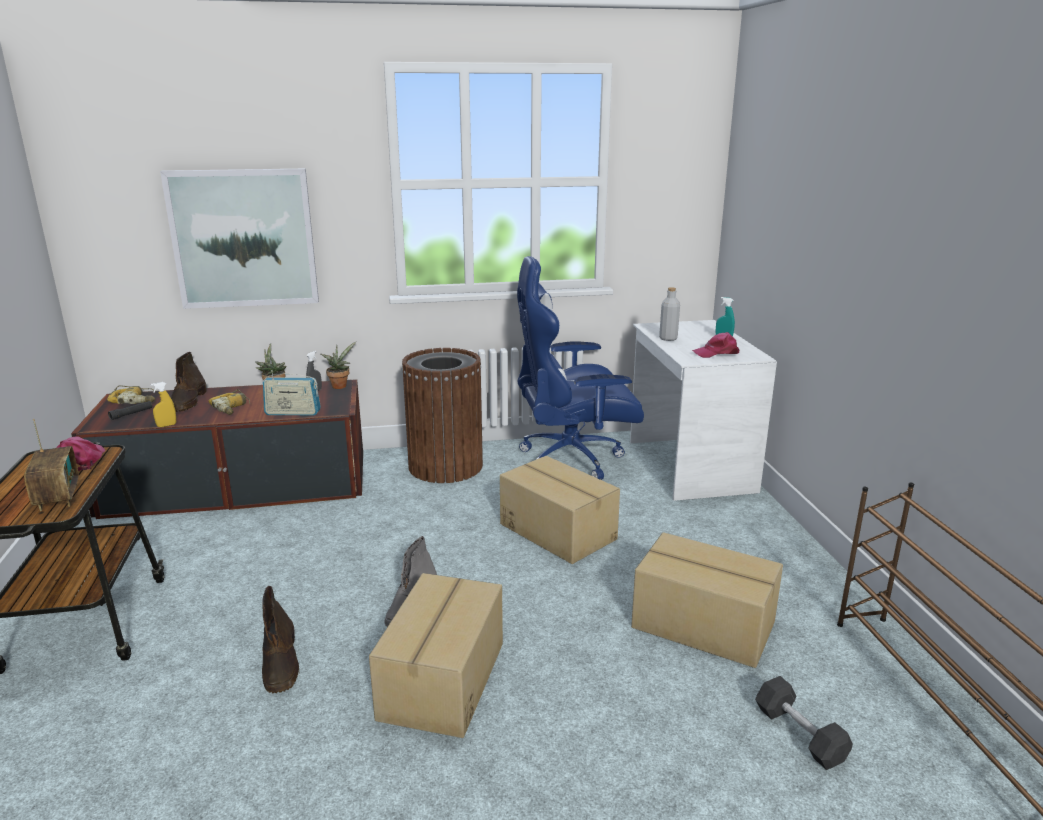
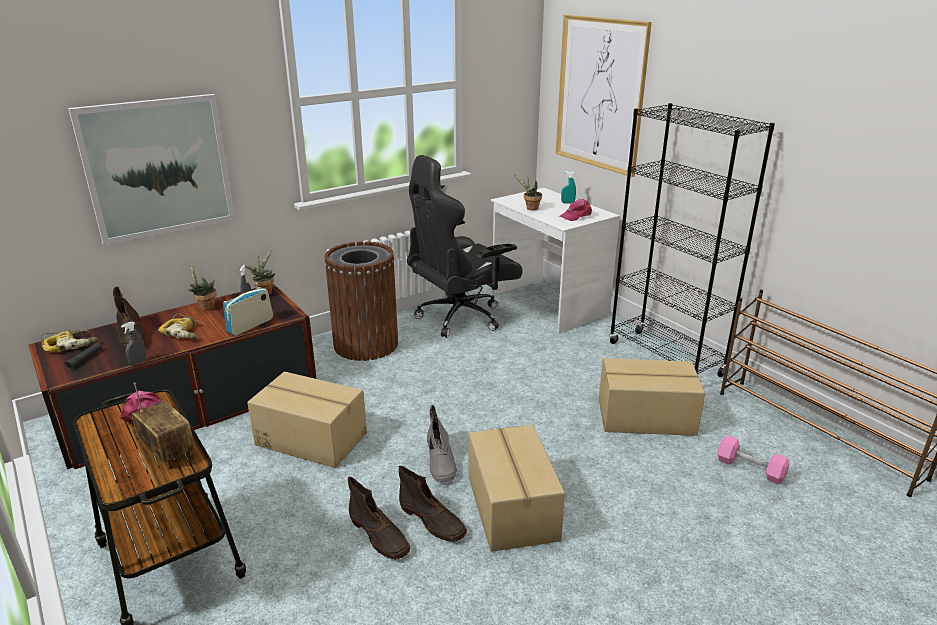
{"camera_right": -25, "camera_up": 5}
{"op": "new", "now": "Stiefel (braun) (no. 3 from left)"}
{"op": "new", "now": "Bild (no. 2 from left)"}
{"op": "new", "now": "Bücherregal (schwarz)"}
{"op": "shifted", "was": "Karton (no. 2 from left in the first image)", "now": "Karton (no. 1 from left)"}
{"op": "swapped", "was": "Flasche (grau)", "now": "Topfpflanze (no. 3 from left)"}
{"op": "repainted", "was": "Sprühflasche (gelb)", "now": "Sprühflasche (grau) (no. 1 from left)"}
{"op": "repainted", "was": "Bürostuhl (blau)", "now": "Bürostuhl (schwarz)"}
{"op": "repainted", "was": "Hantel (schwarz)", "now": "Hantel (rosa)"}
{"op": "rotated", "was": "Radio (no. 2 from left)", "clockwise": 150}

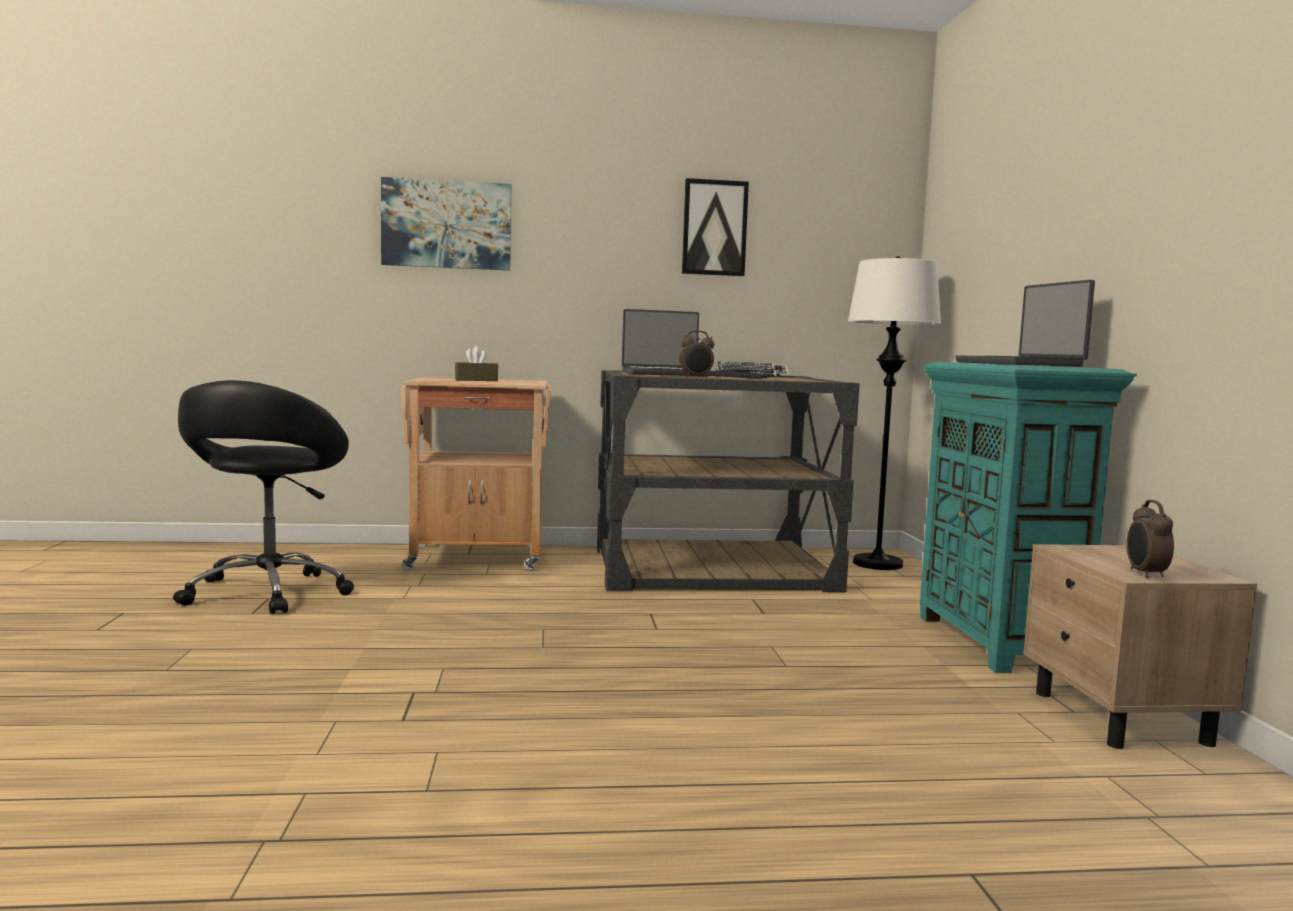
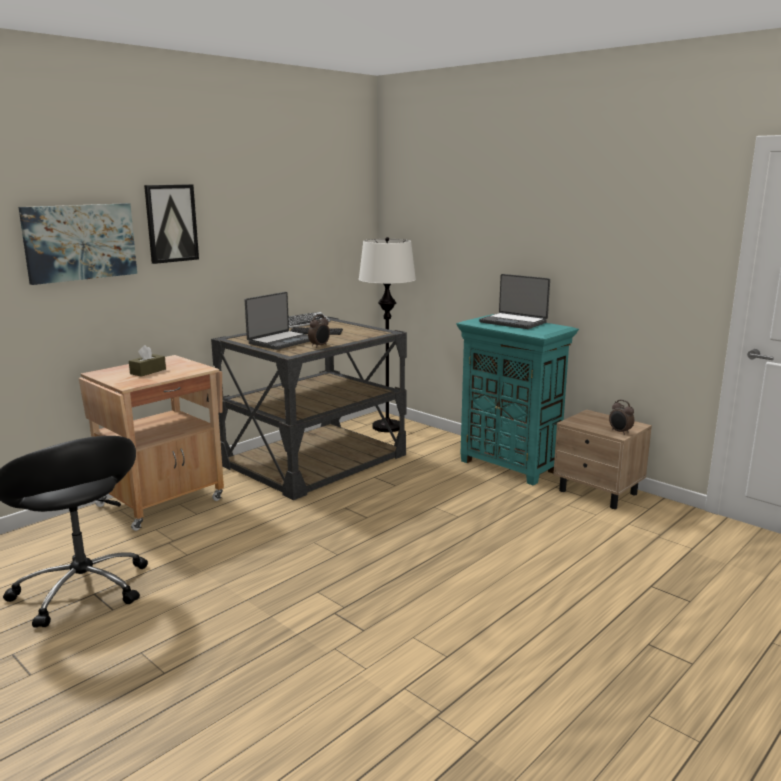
{"camera_right": -40, "camera_up": 10}
{"op": "shifted", "was": "Bild (no. 2 from left)"}

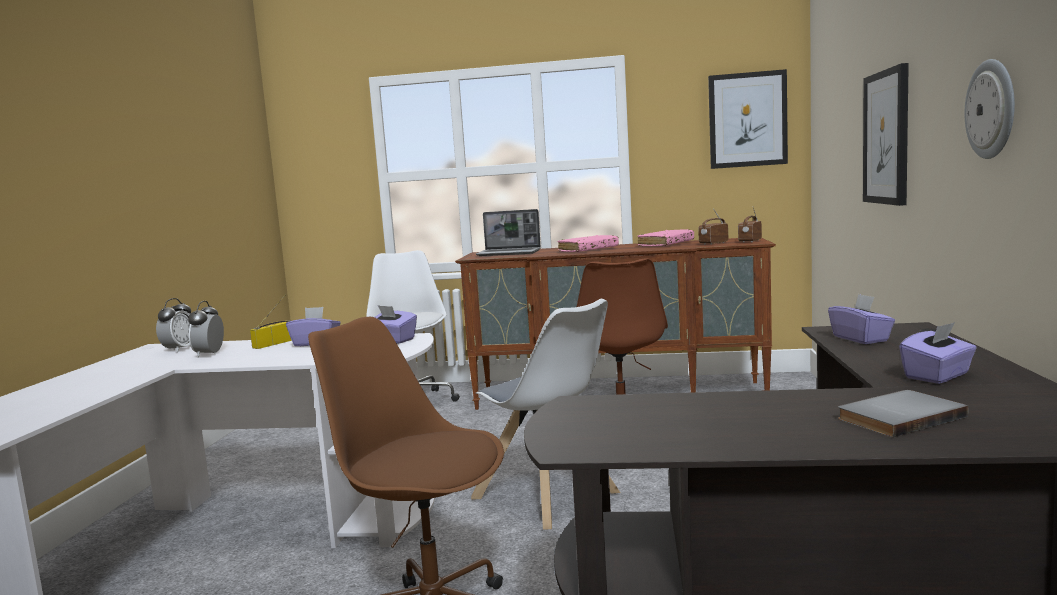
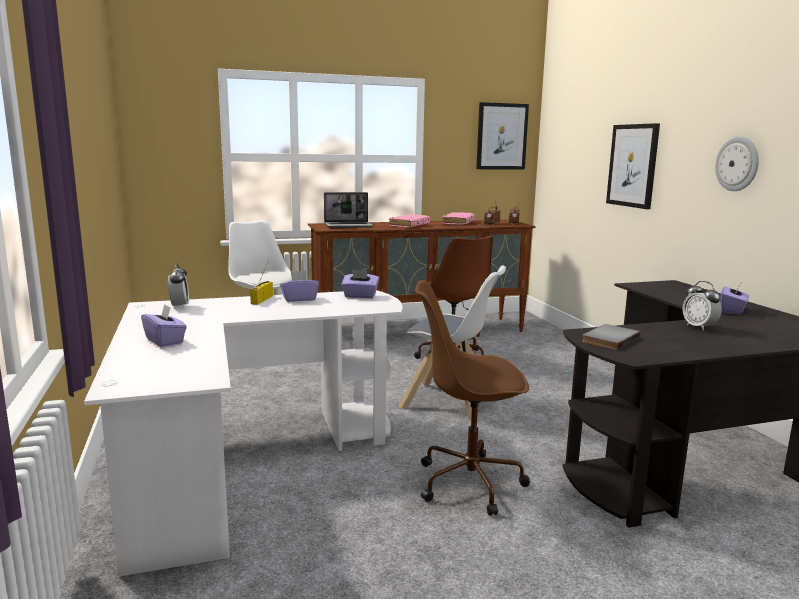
{"camera_right": -25, "camera_up": 5}
{"op": "shifted", "was": "Wecker (no. 2 from left)"}
{"op": "shifted", "was": "Taschentuchbox (lila) (no. 3 from left in the first image)", "now": "Taschentuchbox (lila) (no. 1 from left)"}
{"op": "shifted", "was": "Buch (grau)"}

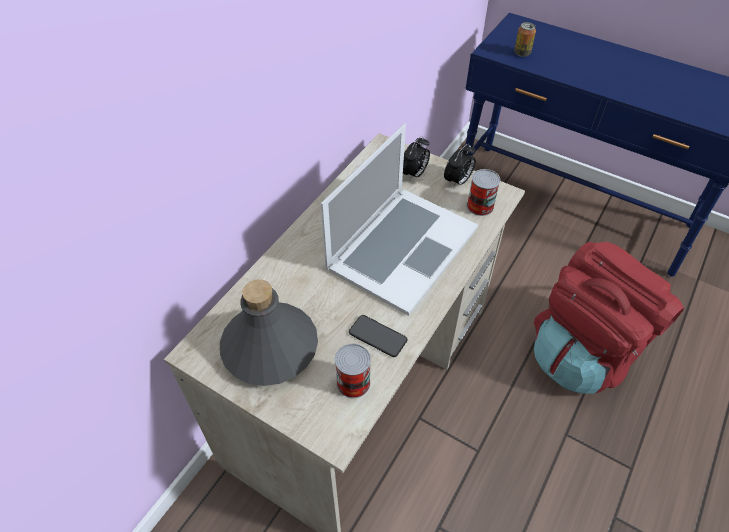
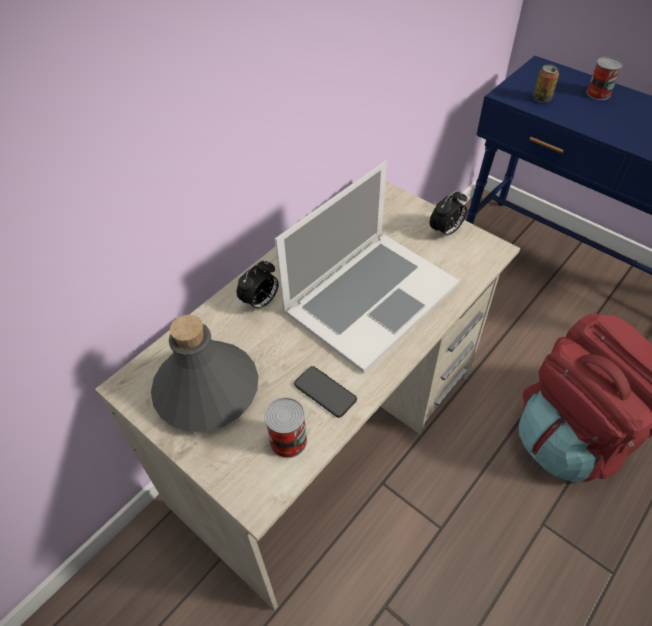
{"camera_right": 10, "camera_up": 0}
{"op": "shifted", "was": "Wecker (no. 1 from left)"}
{"op": "shifted", "was": "Dose (no. 2 from left in the first image)", "now": "Dose (no. 3 from left)"}

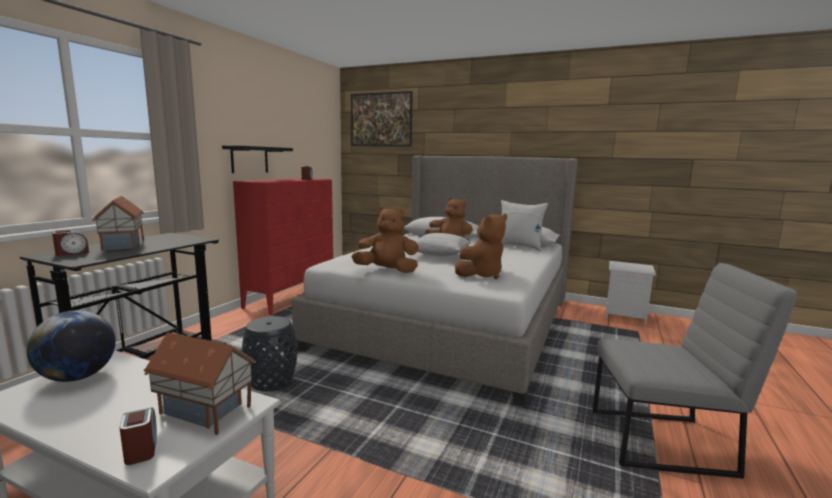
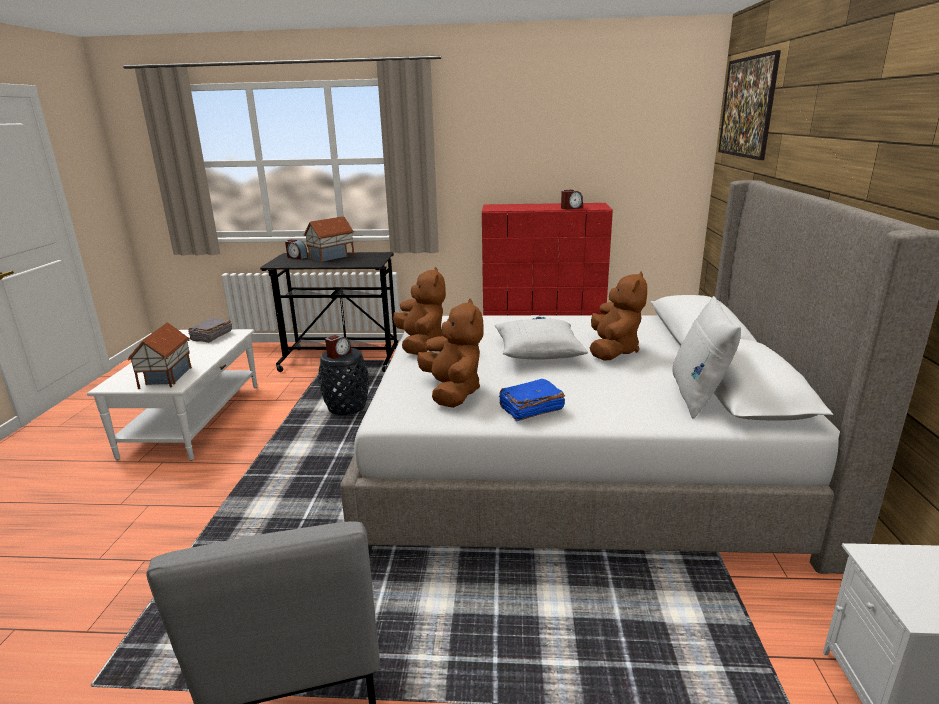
{"camera_right": 70, "camera_up": 10}
{"op": "gone", "was": "Wandregal (schwarz)"}
{"op": "new", "now": "Buch (blau)"}
{"op": "shifted", "was": "Wecker (no. 2 from left)"}
{"op": "swapped", "was": "Globus", "now": "Buch (grau)"}
{"op": "rotated", "was": "Plüschtier (braun) (no. 3 from left in the first image)", "clockwise": -135}

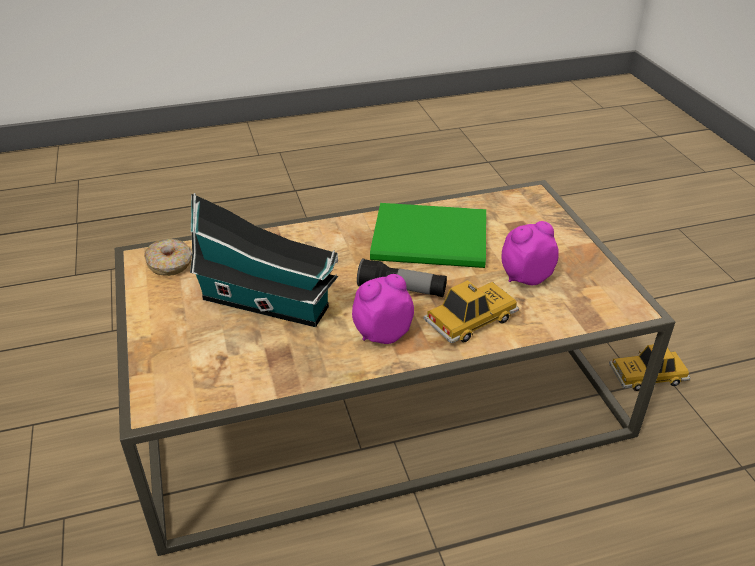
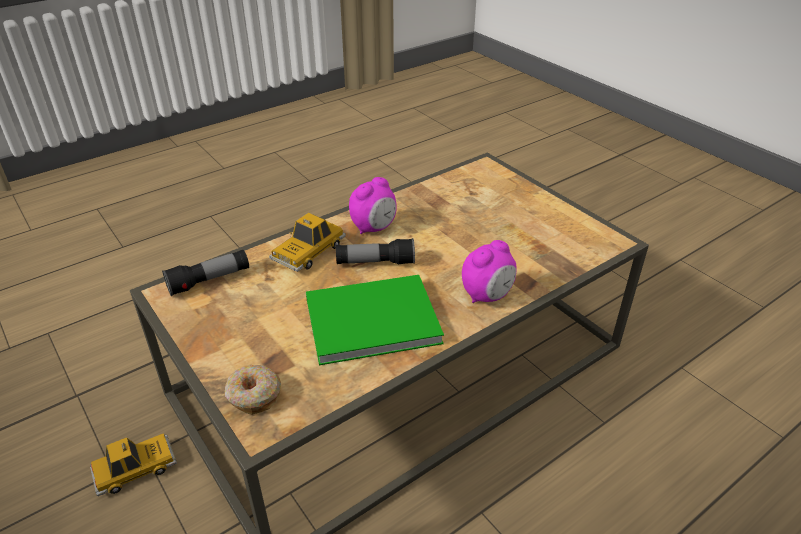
{"camera_right": 160, "camera_up": 0}
{"op": "gone", "was": "Spielzeughaus"}
{"op": "new", "now": "Taschenlampe (no. 1 from left)"}
{"op": "shifted", "was": "Donut"}
{"op": "shifted", "was": "Wecker (no. 2 from left)"}

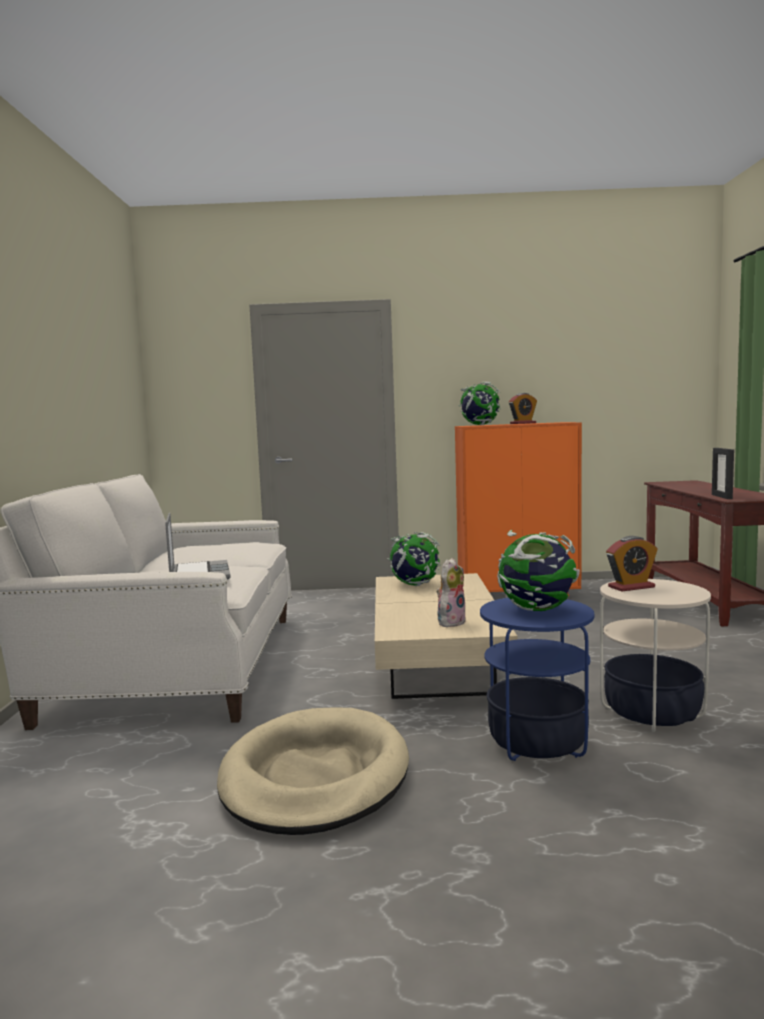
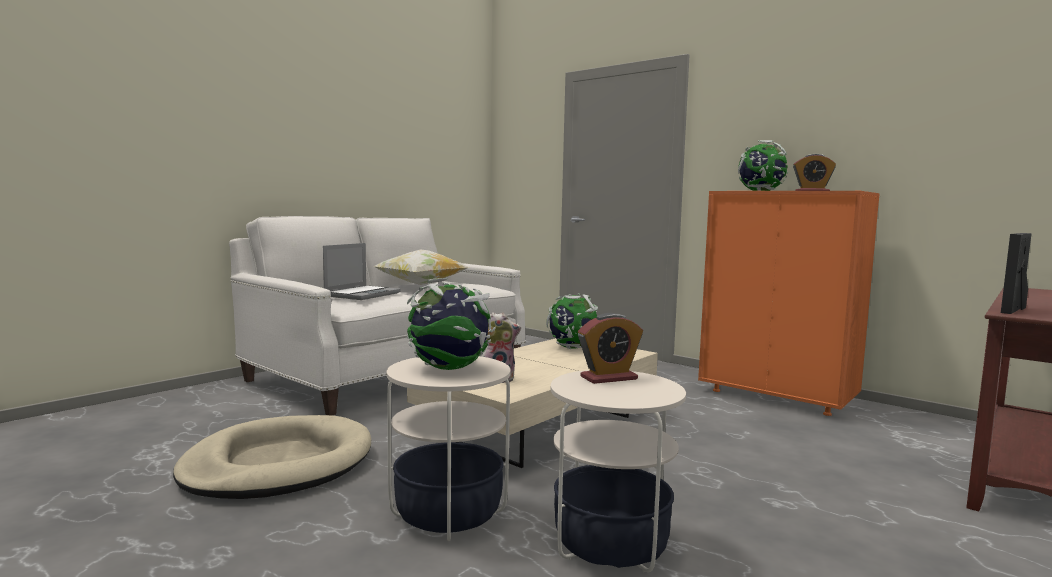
{"camera_right": 40, "camera_up": 0}
{"op": "new", "now": "Kissen"}
{"op": "repainted", "was": "Beistelltisch (blau)", "now": "Beistelltisch (beige) (no. 1 from left)"}
{"op": "rotated", "was": "Wecker (no. 2 from left in the first image)", "clockwise": -45}

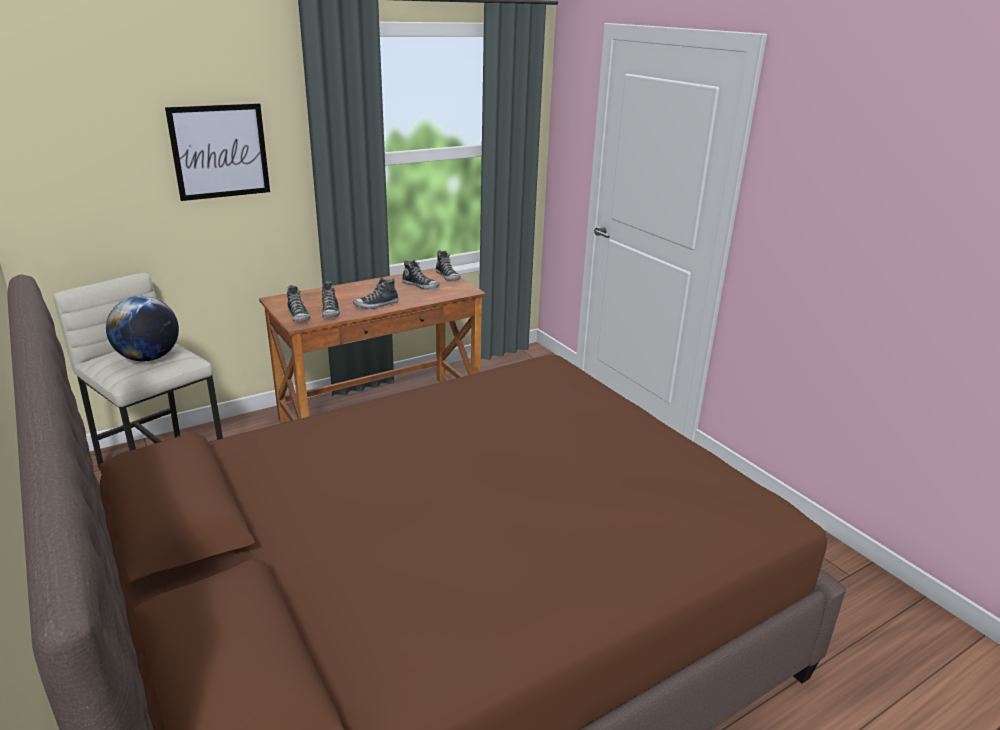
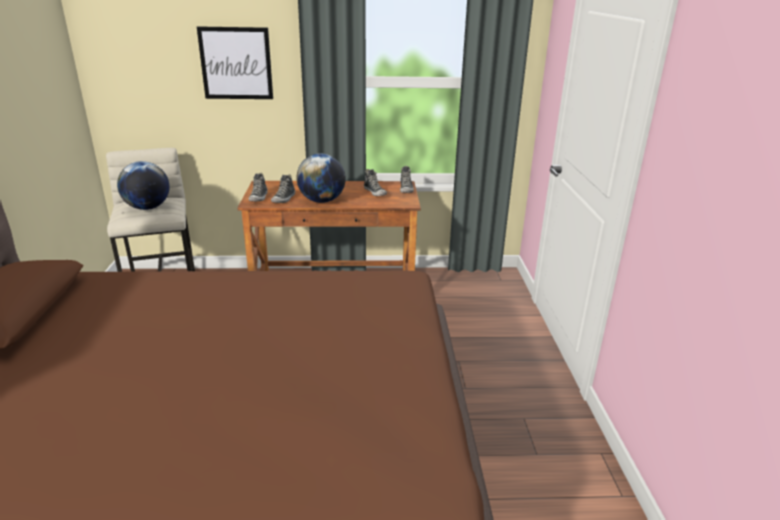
{"camera_right": 30, "camera_up": 0}
{"op": "swapped", "was": "Schuh (no. 3 from left)", "now": "Globus (no. 2 from left)"}

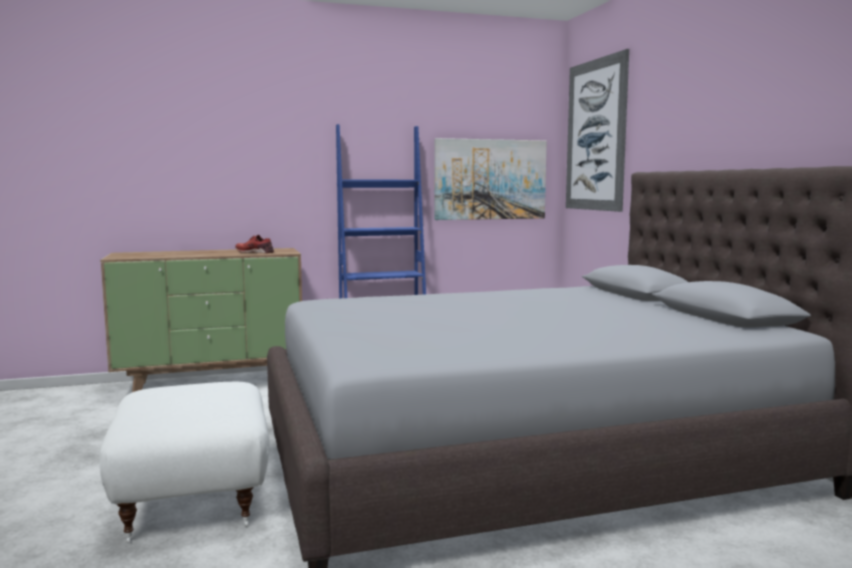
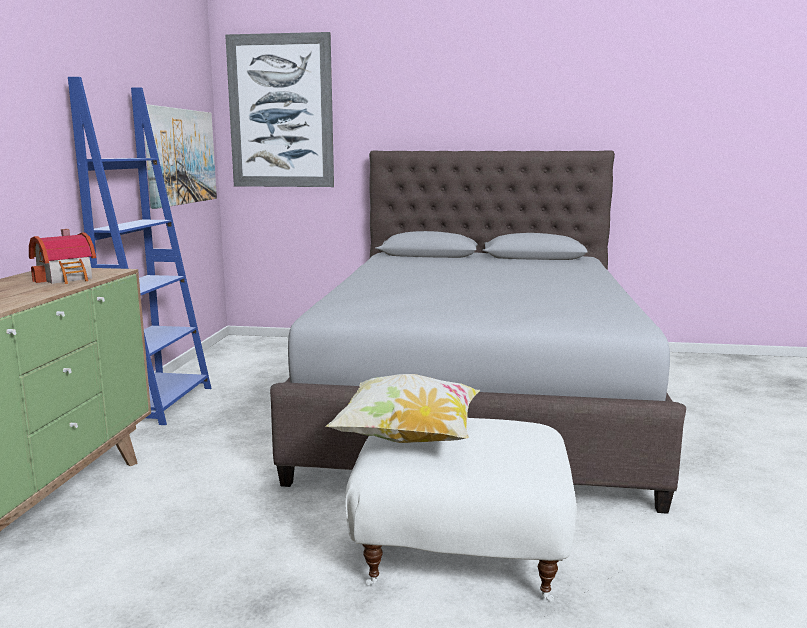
{"camera_right": -65, "camera_up": 5}
{"op": "new", "now": "Kissen"}
{"op": "swapped", "was": "Schuh (rot)", "now": "Spielzeughaus"}

